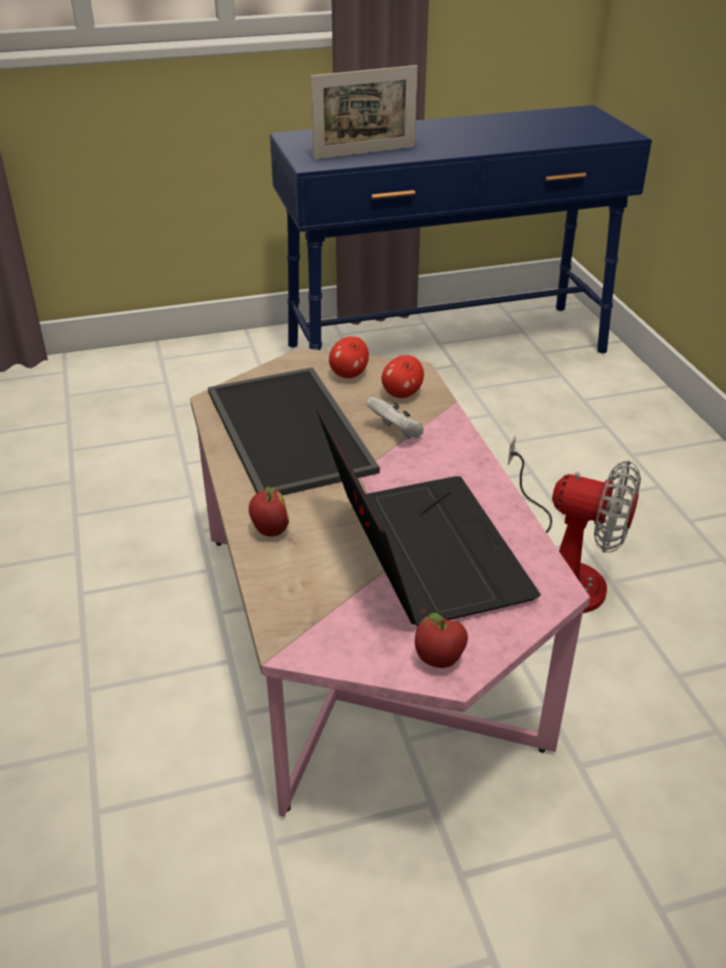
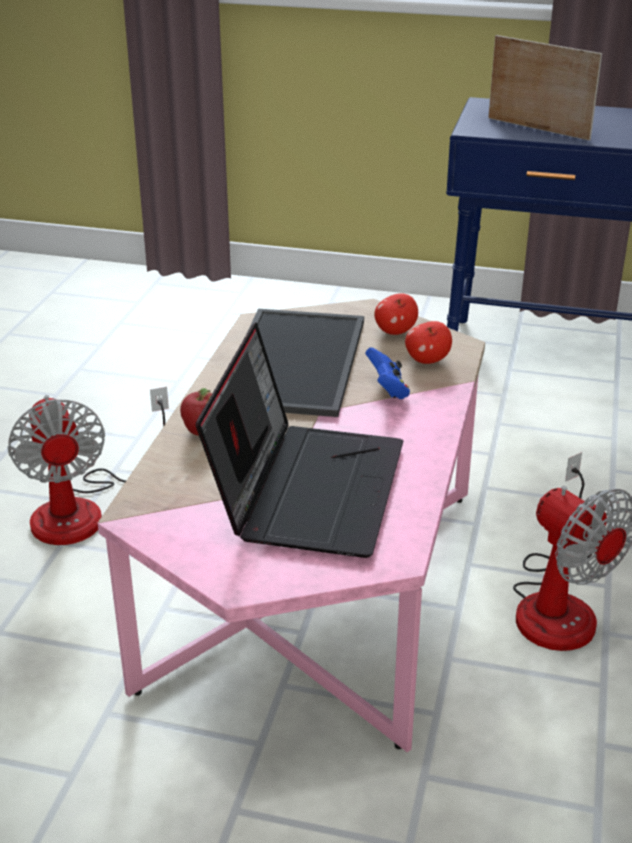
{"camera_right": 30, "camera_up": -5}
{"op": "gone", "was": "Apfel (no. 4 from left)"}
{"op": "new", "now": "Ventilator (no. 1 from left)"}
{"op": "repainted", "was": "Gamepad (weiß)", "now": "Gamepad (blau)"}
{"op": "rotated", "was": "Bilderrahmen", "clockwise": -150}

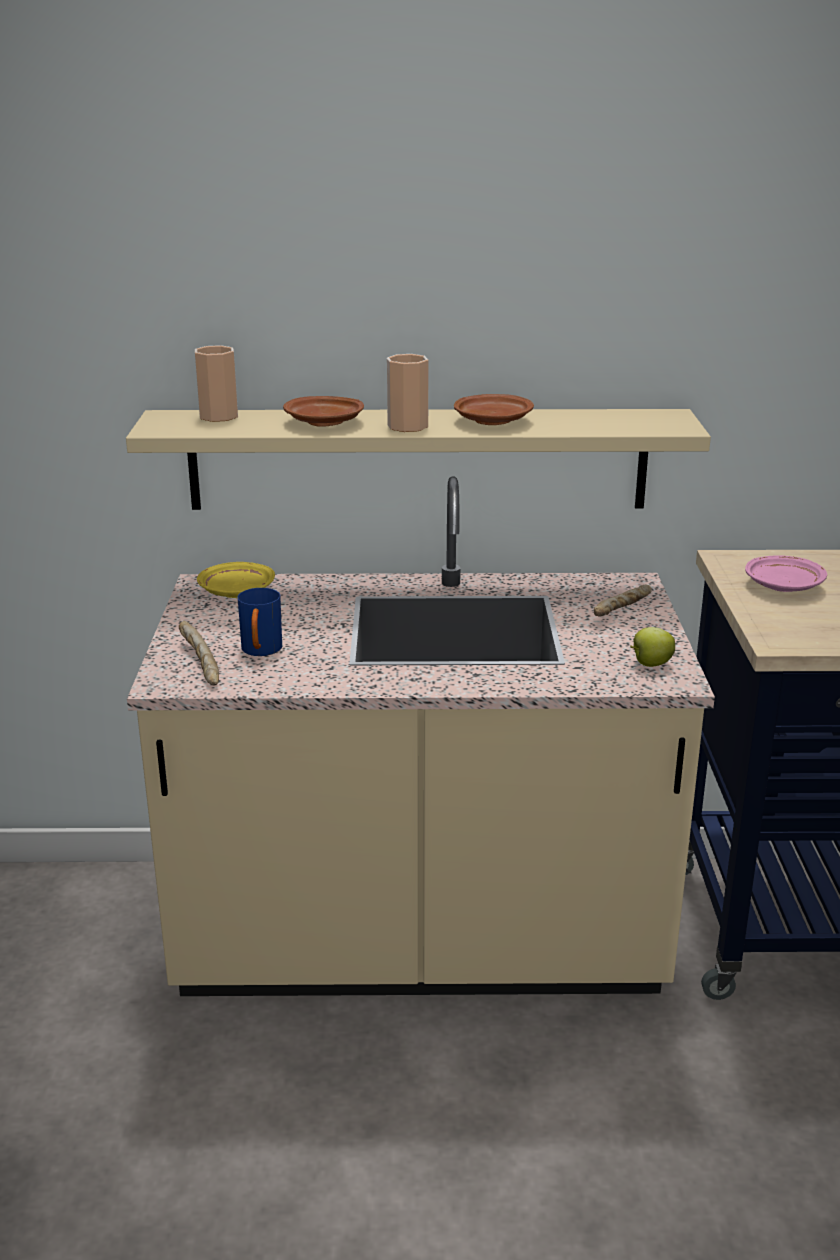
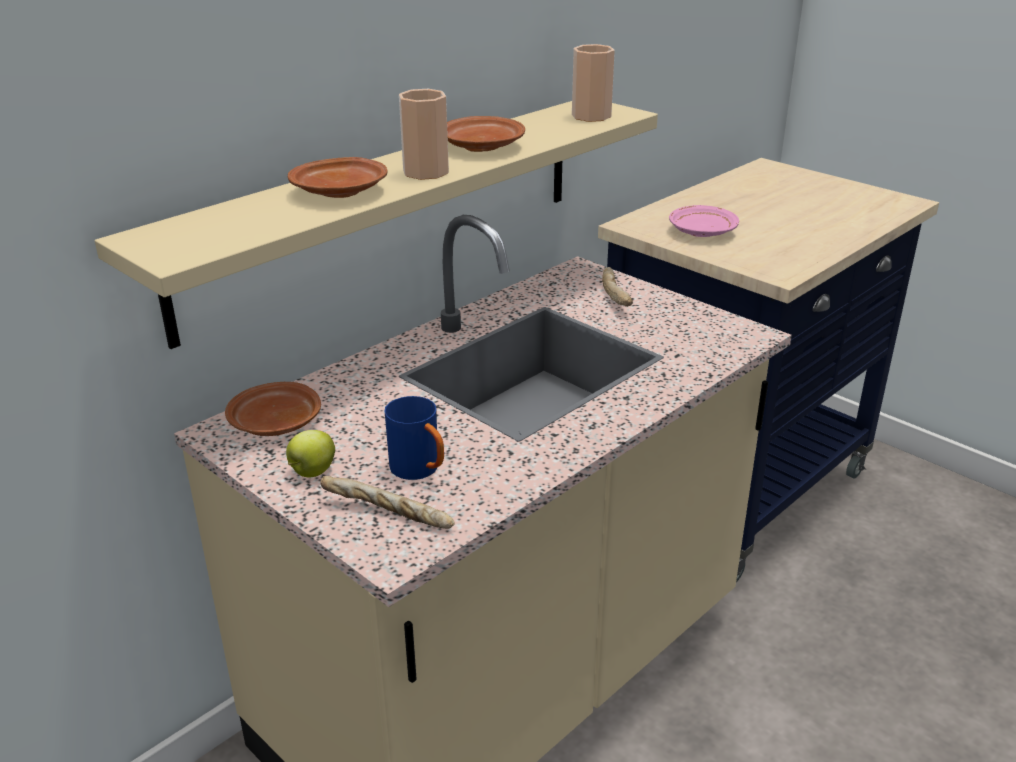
{"camera_right": -45, "camera_up": 5}
{"op": "shifted", "was": "Tasse (no. 1 from left in the first image)", "now": "Tasse (no. 2 from left)"}
{"op": "shifted", "was": "Apfel"}
{"op": "repainted", "was": "Teller (gelb)", "now": "Teller (braun) (no. 1 from left)"}

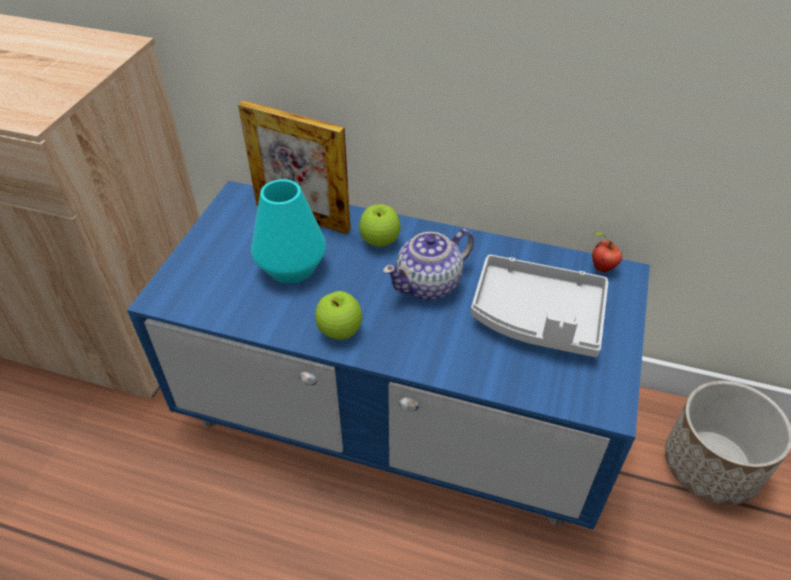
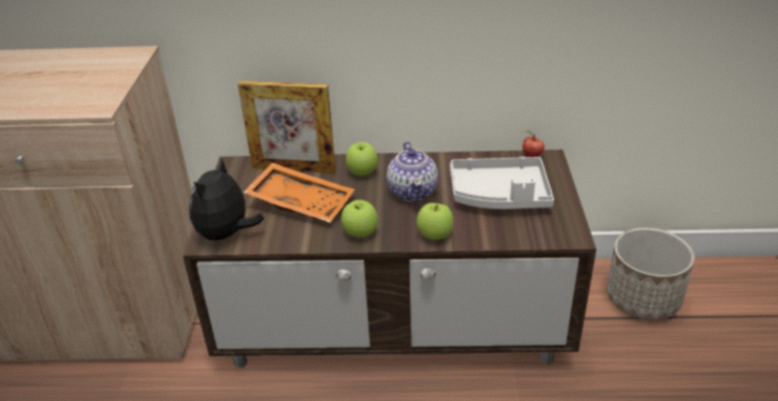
{"camera_right": -15, "camera_up": -10}
{"op": "new", "now": "Plüschtier"}
{"op": "new", "now": "Apfel (no. 3 from left)"}
{"op": "swapped", "was": "Vase (türkis)", "now": "Tablett (orange)"}
{"op": "repainted", "was": "Fernsehschrank (blau)", "now": "Fernsehschrank (braun)"}
{"op": "rotated", "was": "Teekanne", "clockwise": -45}

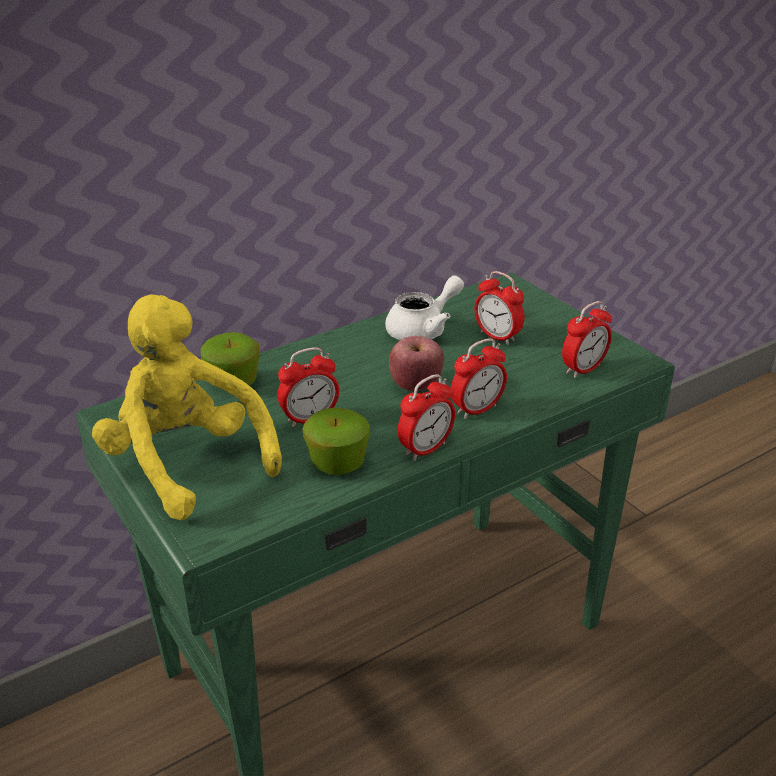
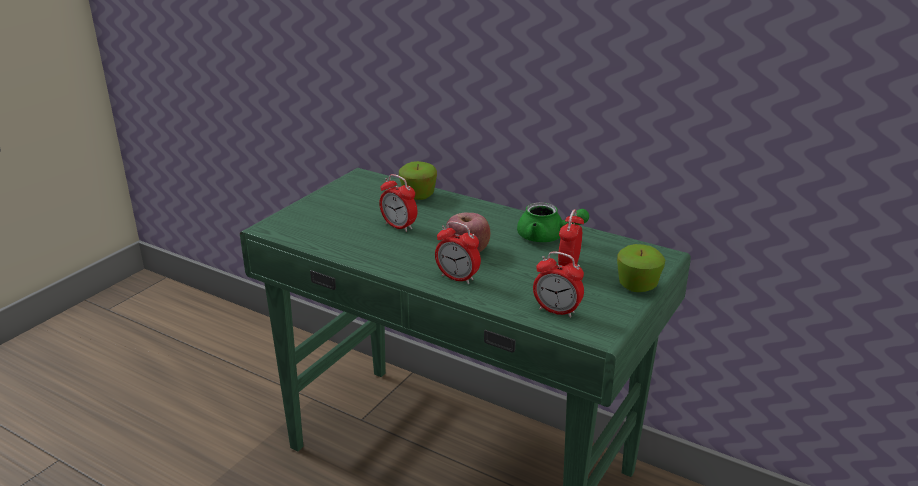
{"camera_right": 65, "camera_up": -5}
{"op": "gone", "was": "Plüschtier (gelb)"}
{"op": "gone", "was": "Wecker (no. 2 from left)"}
{"op": "shifted", "was": "Apfel (no. 2 from left in the first image)", "now": "Apfel (no. 3 from left)"}
{"op": "repainted", "was": "Teekanne (weiß)", "now": "Teekanne (grün)"}

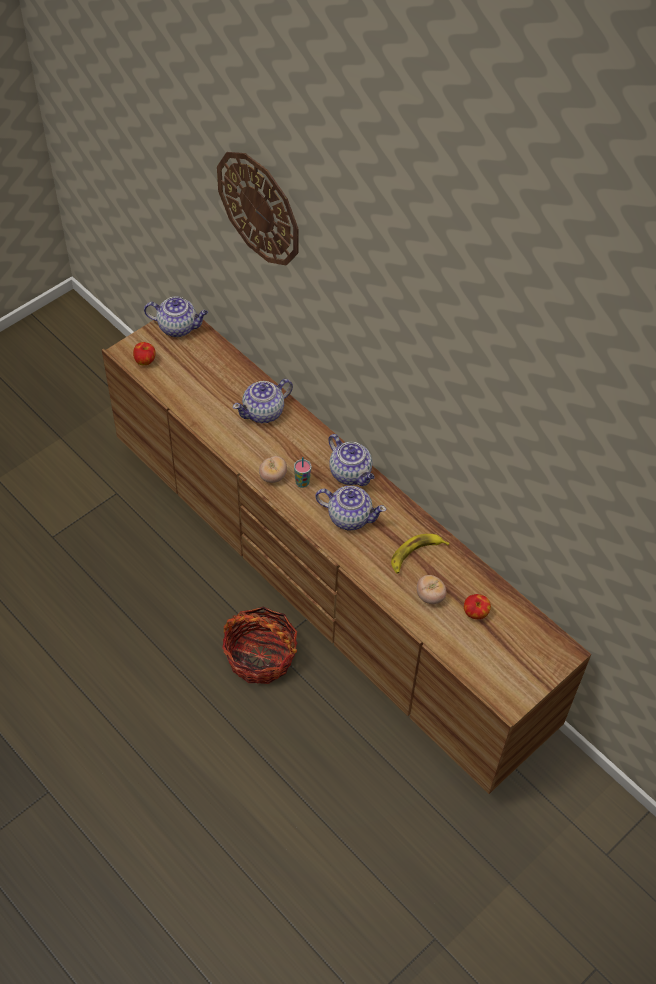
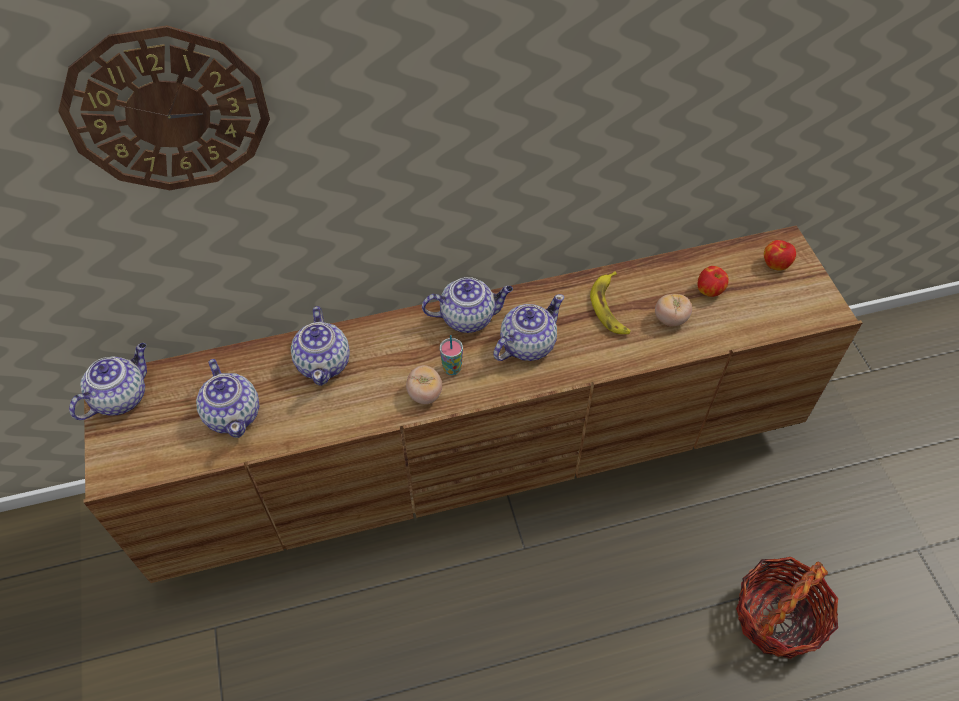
{"camera_right": -60, "camera_up": 0}
{"op": "new", "now": "Teekanne (no. 2 from left)"}
{"op": "shifted", "was": "Apfel (no. 1 from left in the first image)", "now": "Apfel (no. 2 from left)"}
{"op": "shifted", "was": "Korb"}

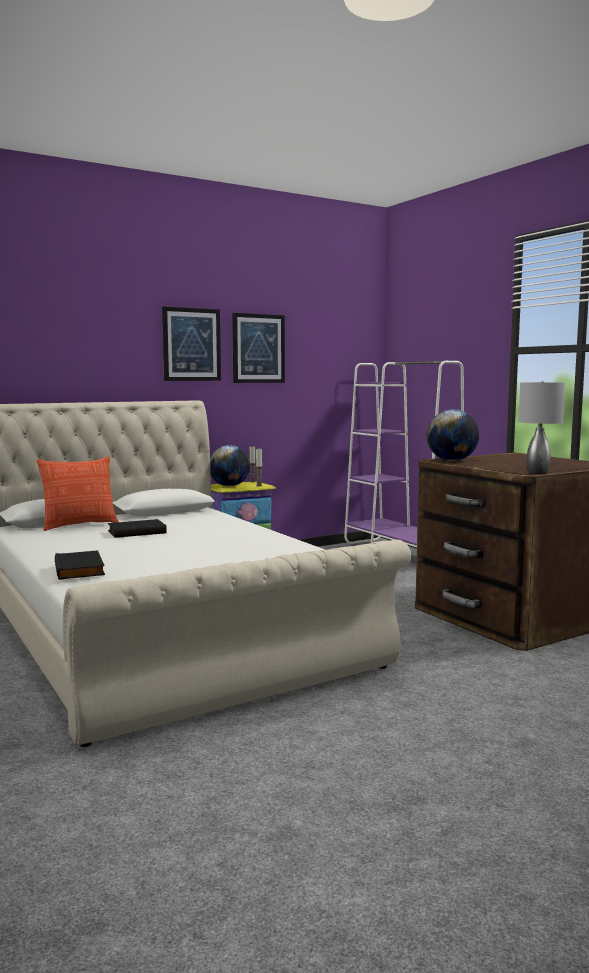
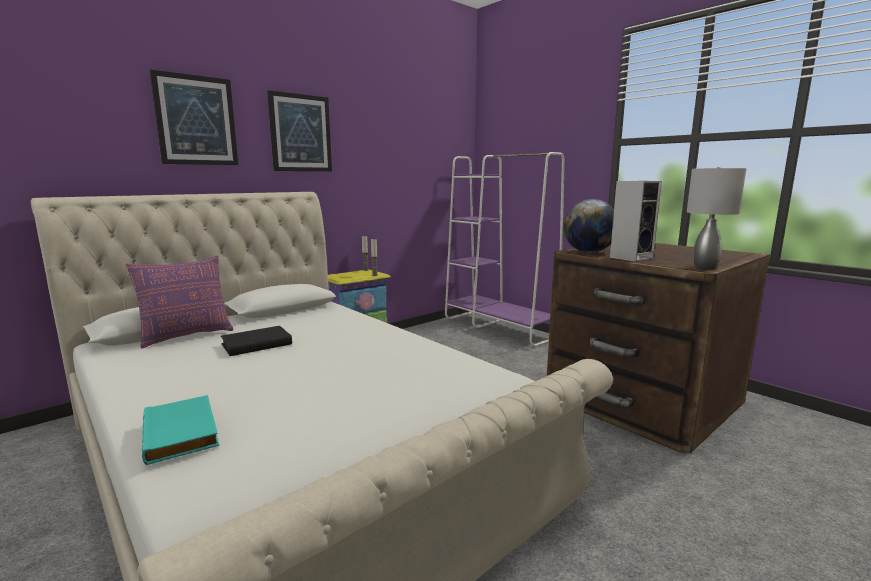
{"camera_right": -10, "camera_up": 5}
{"op": "gone", "was": "Globus (no. 1 from left)"}
{"op": "new", "now": "Lautsprecher"}
{"op": "shifted", "was": "Bild (no. 2 from left in the first image)", "now": "Bild (no. 1 from left)"}
{"op": "repainted", "was": "Kissen (orange)", "now": "Kissen (lila)"}
{"op": "repainted", "was": "Buch (schwarz) (no. 1 from left)", "now": "Buch (türkis)"}

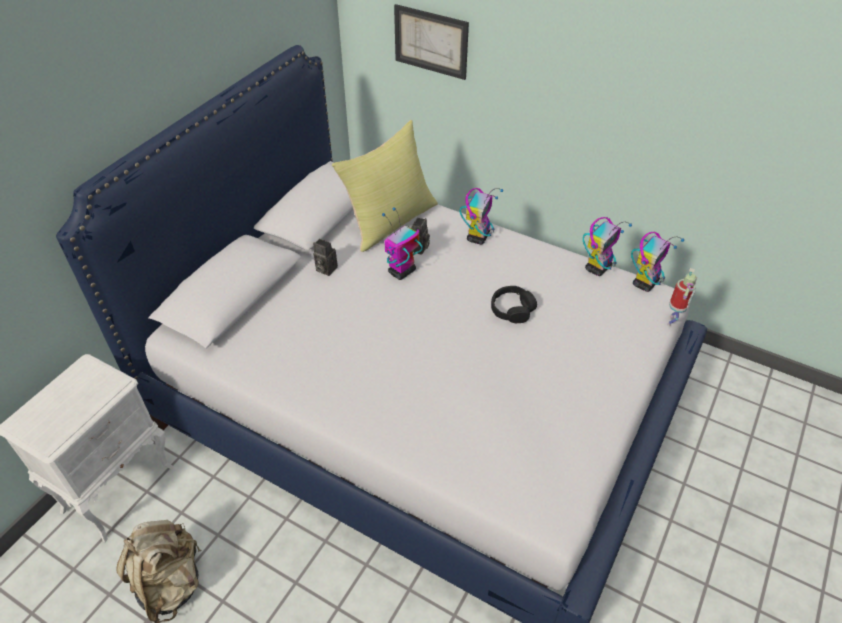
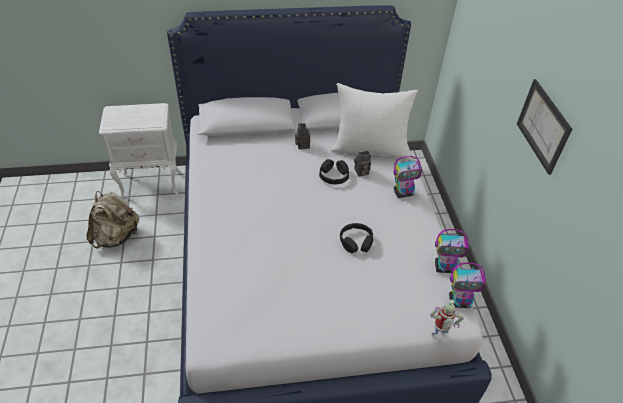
{"camera_right": 50, "camera_up": 0}
{"op": "shifted", "was": "Bild"}
{"op": "swapped", "was": "Spielzeugroboter (no. 1 from left)", "now": "Kopfhörer (schwarz) (no. 1 from left)"}
{"op": "repainted", "was": "Kissen (gelb)", "now": "Kissen (weiß)"}

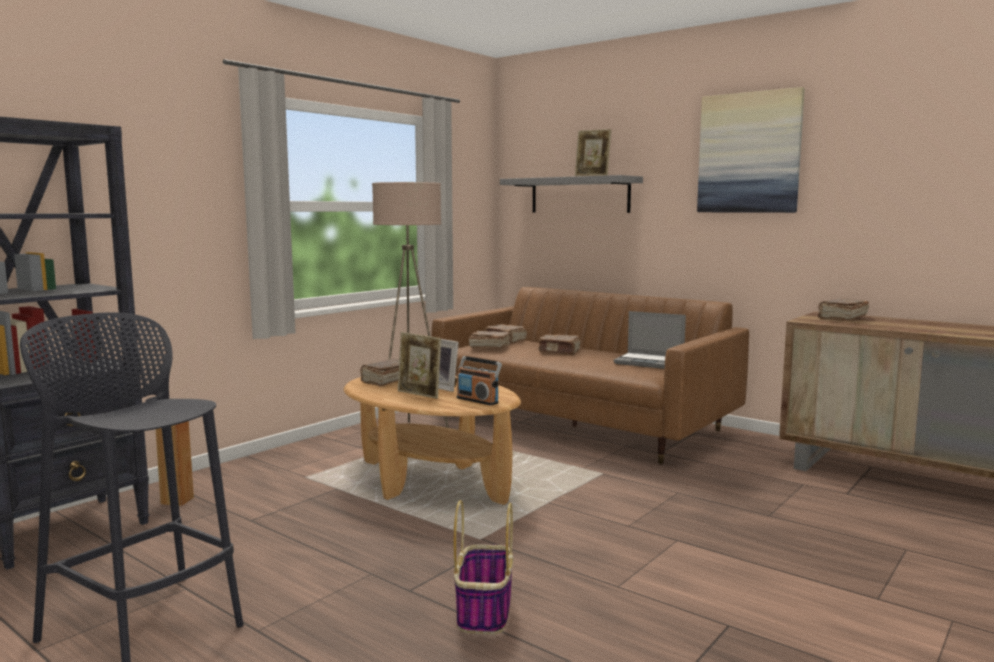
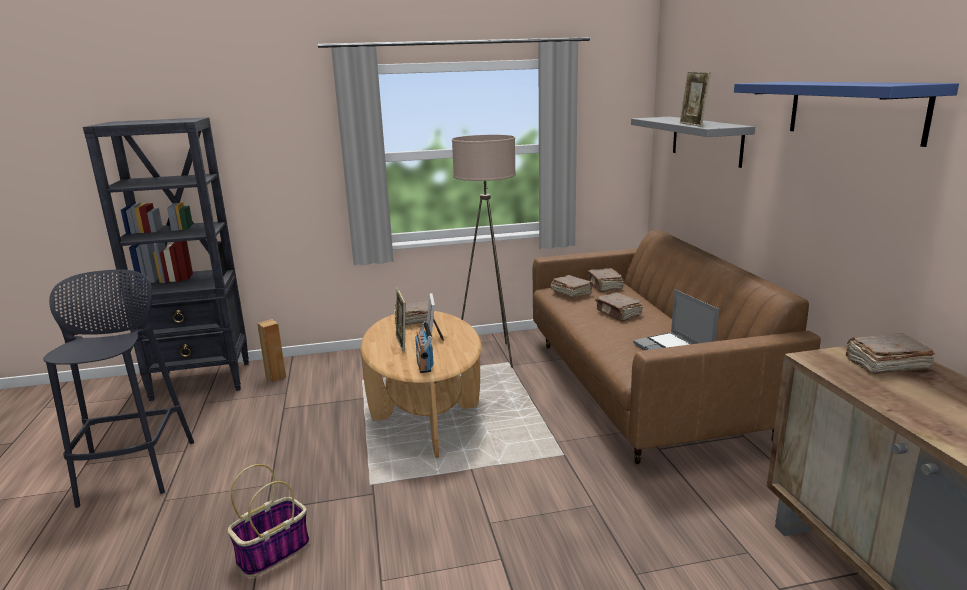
{"camera_right": 40, "camera_up": 10}
{"op": "swapped", "was": "Bild", "now": "Wandregal (blau)"}

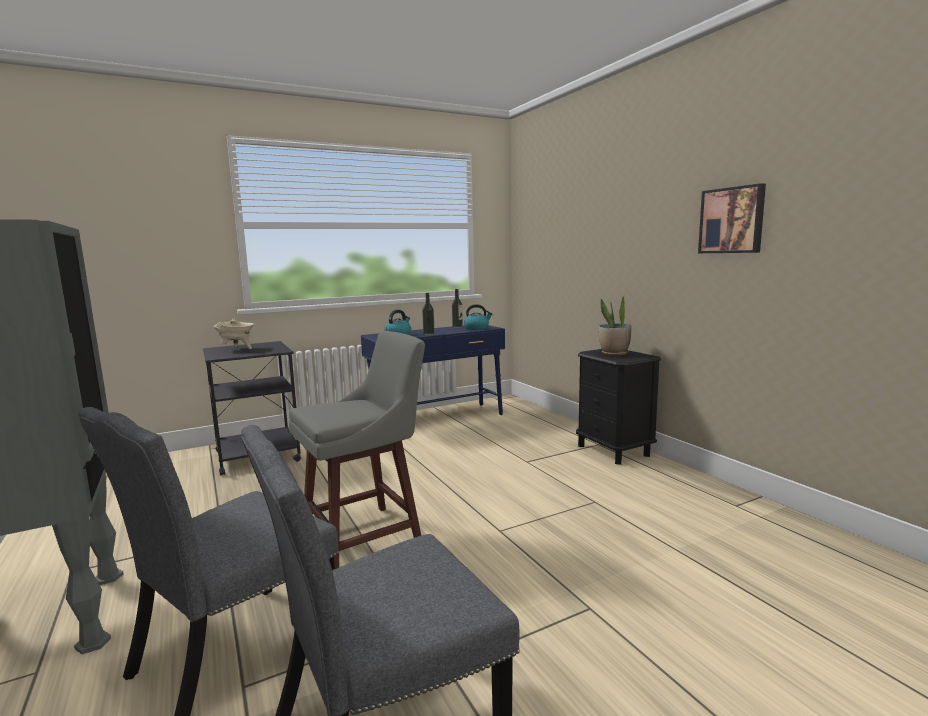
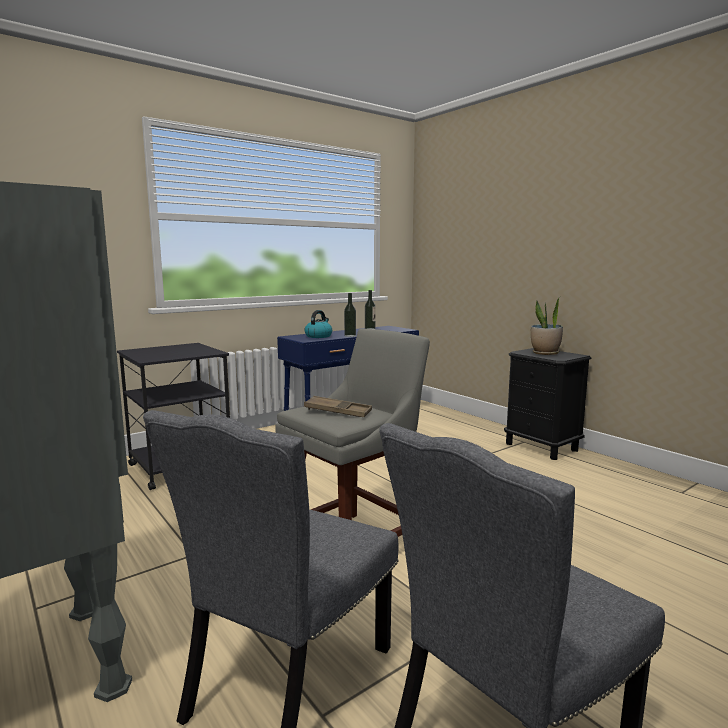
{"camera_right": -10, "camera_up": 0}
{"op": "gone", "was": "Kochtopf (beige)"}
{"op": "gone", "was": "Wasserkessel (no. 2 from left)"}
{"op": "gone", "was": "Bild"}
{"op": "new", "now": "Tablett (braun)"}

